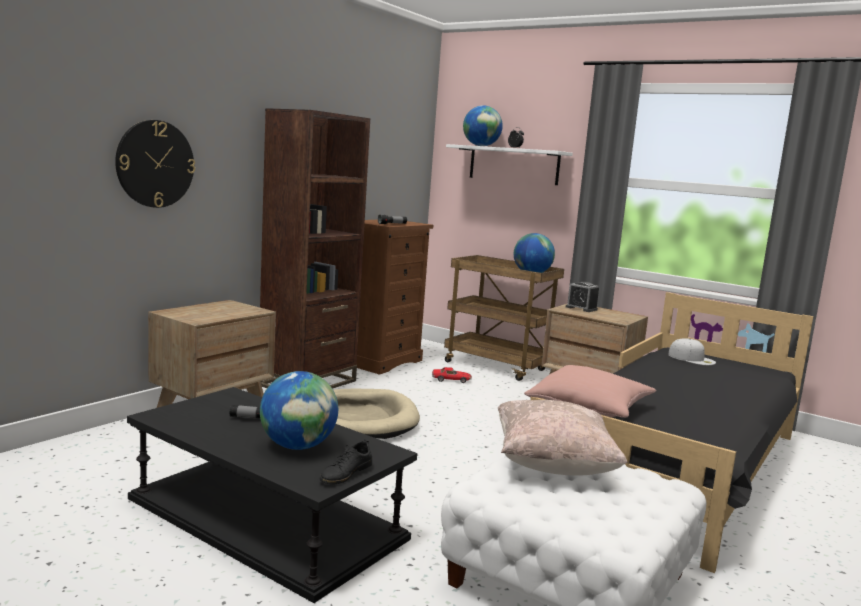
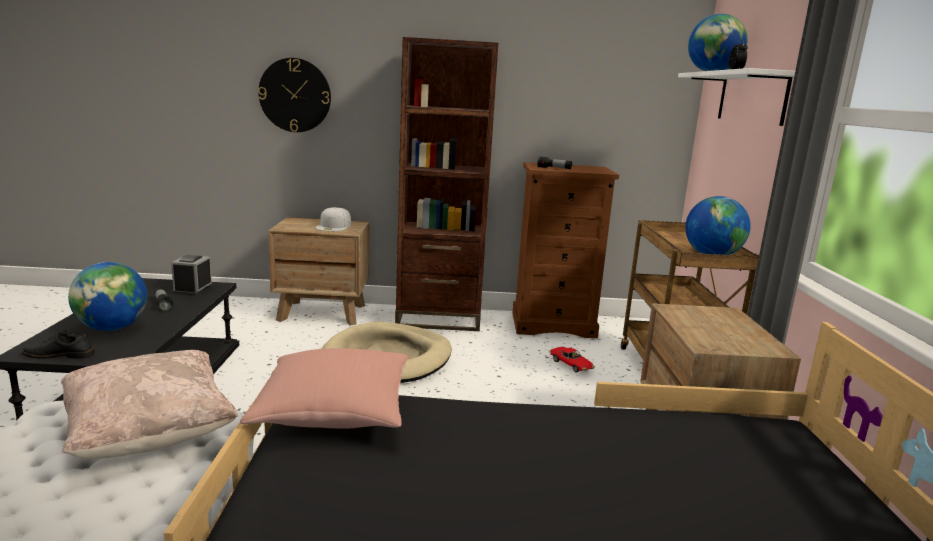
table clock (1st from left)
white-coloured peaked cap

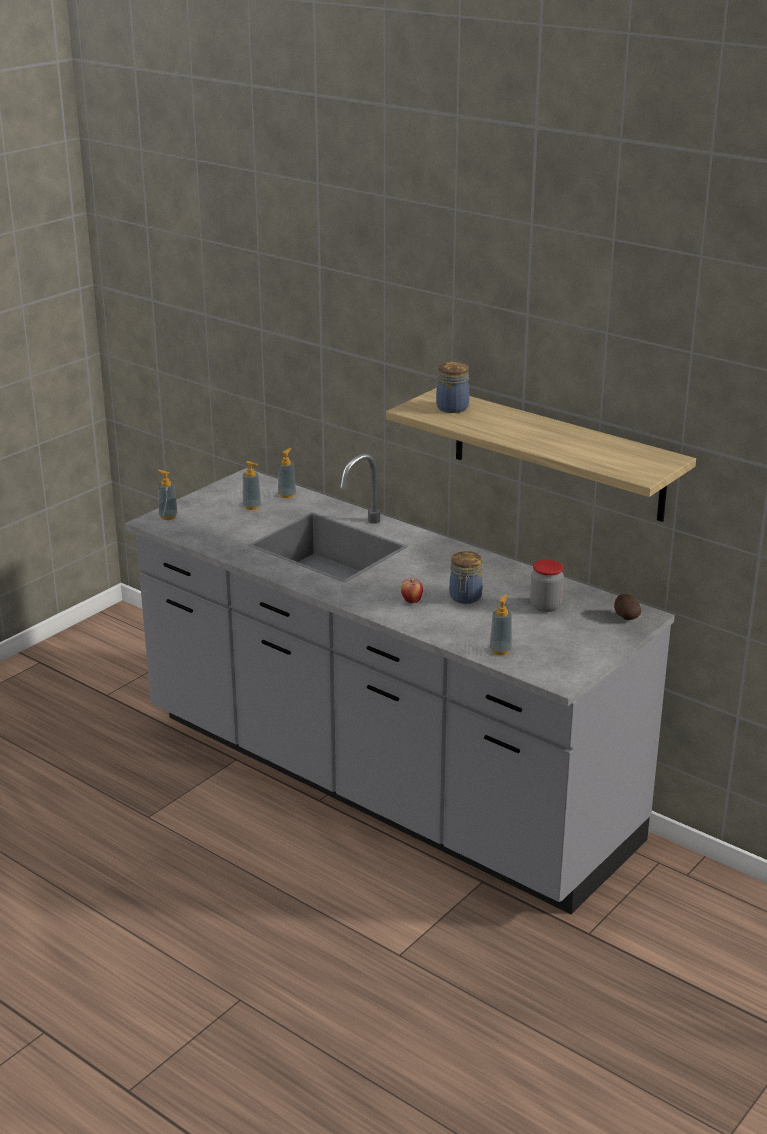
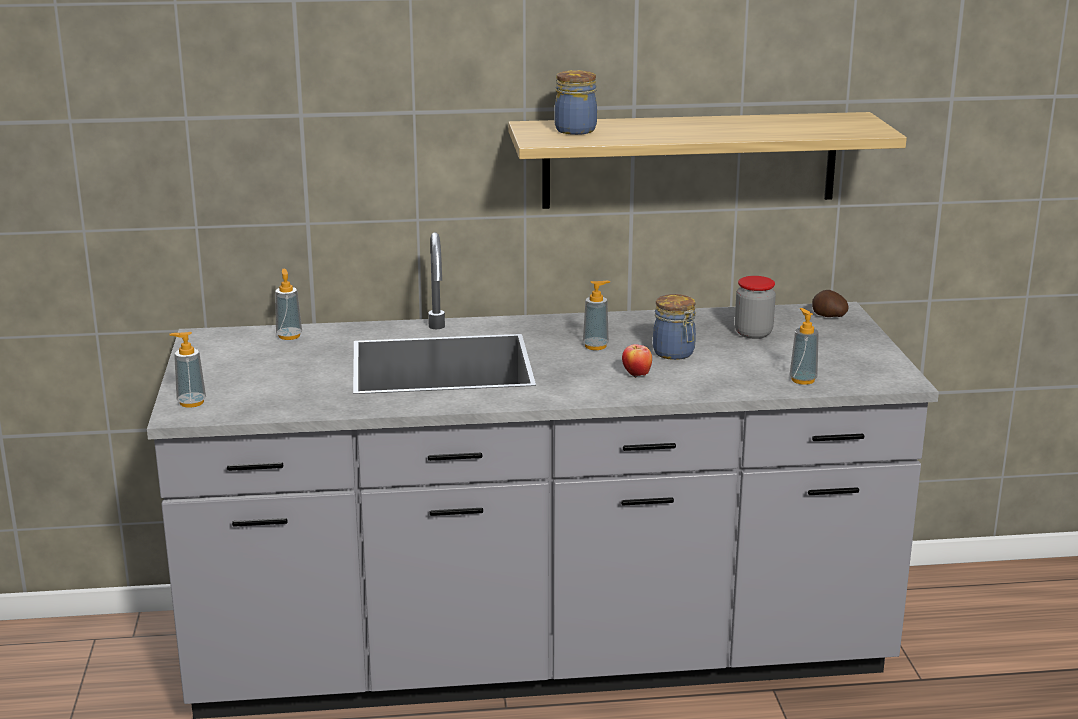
soap bottle (3rd from left)

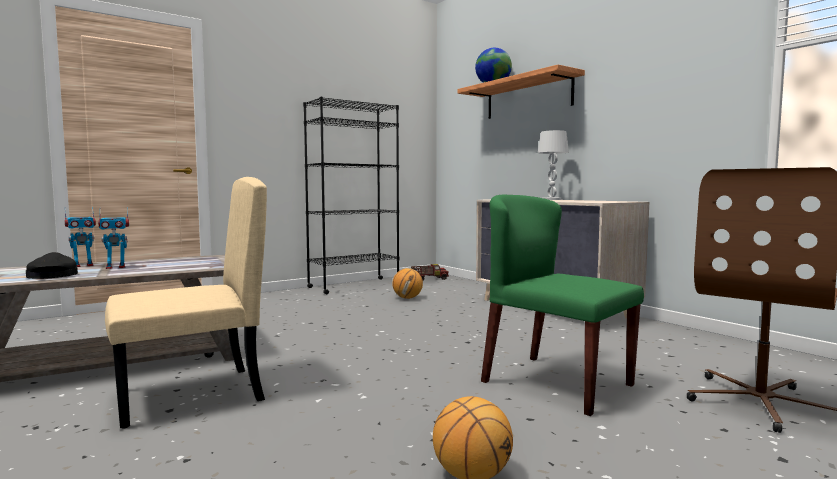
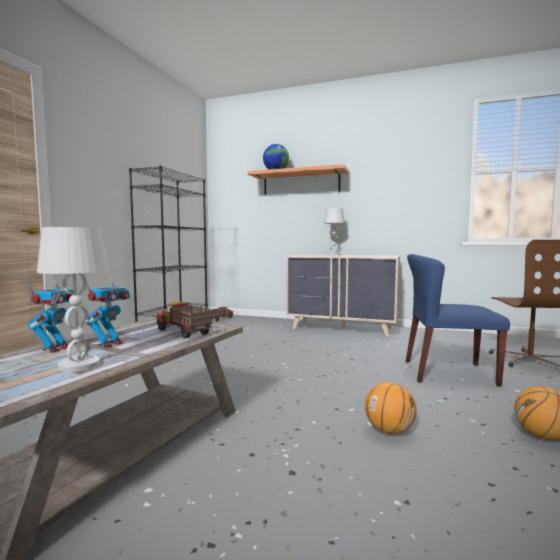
beige plain chair
model truck (1st from left)
basketball (1st from left)
white-coloured tabletop lamp (1st from left)
blue plain chair

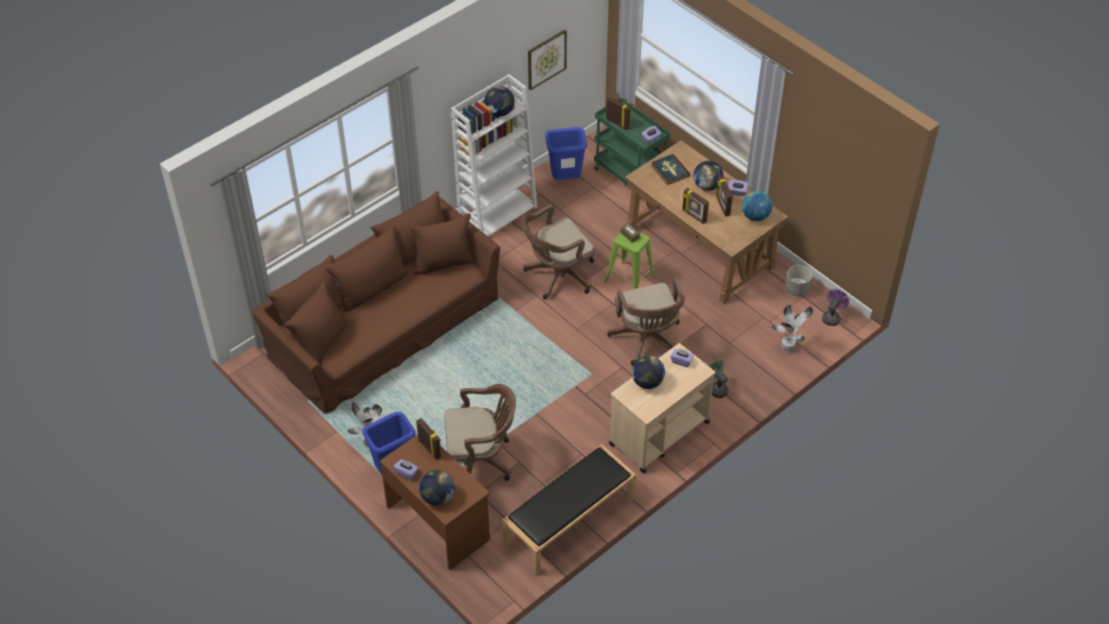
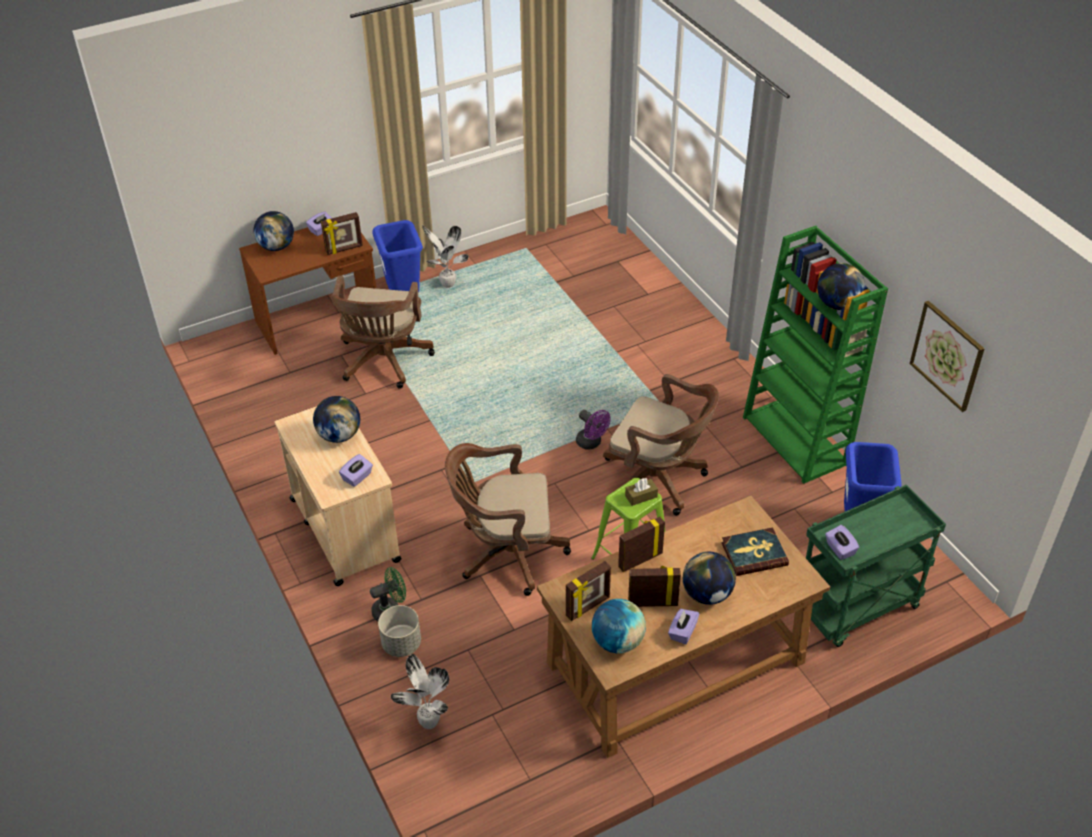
brown settee
black long seat
photo frame (2nd from left)
gray plant pot
purple electric fan
green-coloured shelving unit
brown desk chair (3rd from left)

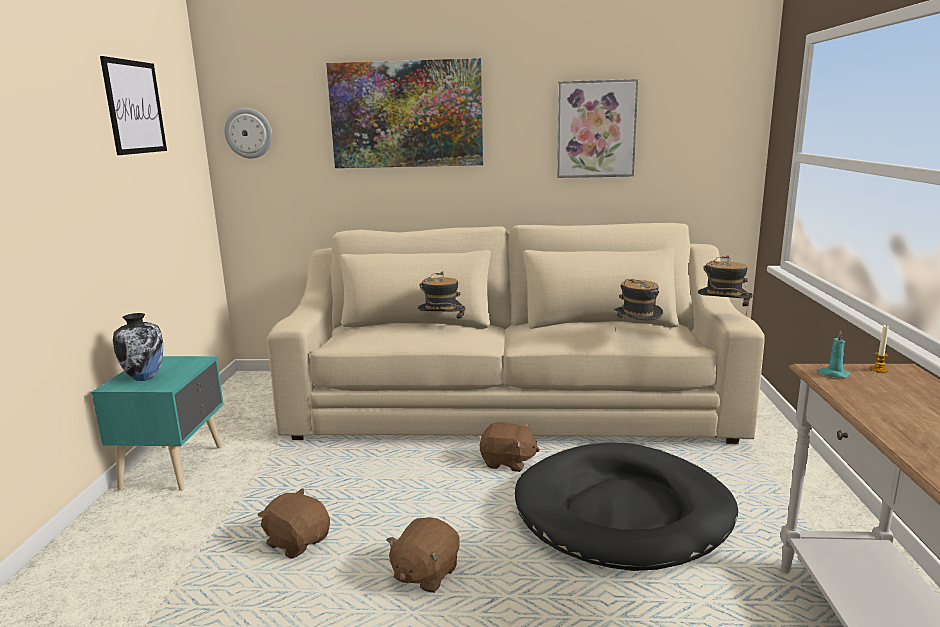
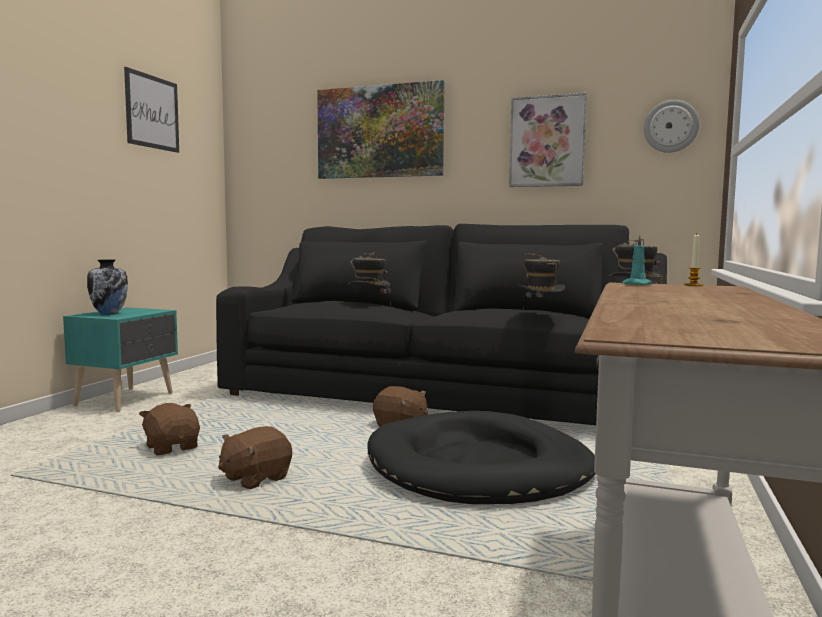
hanging clock
black settee

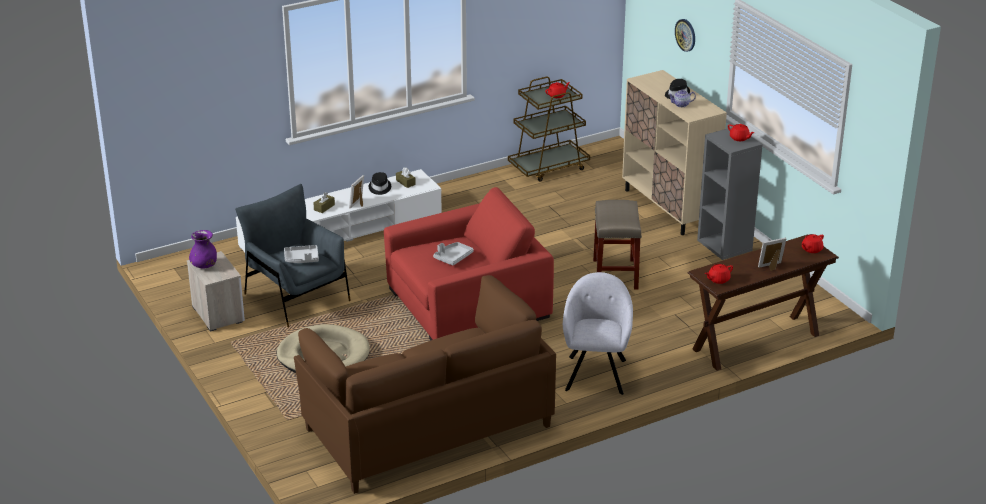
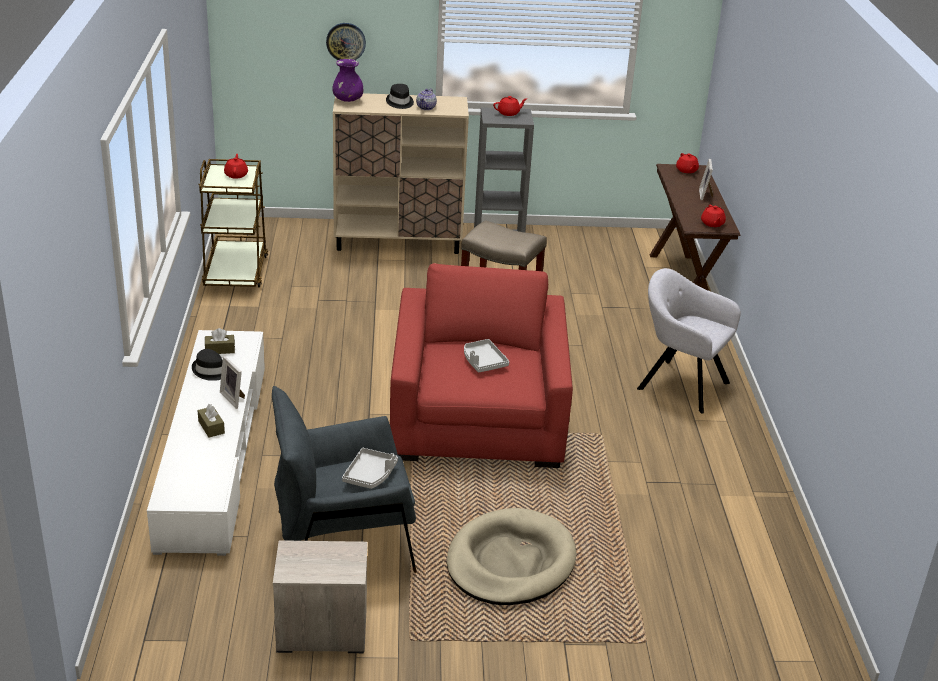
brown settee
purple decorative vase

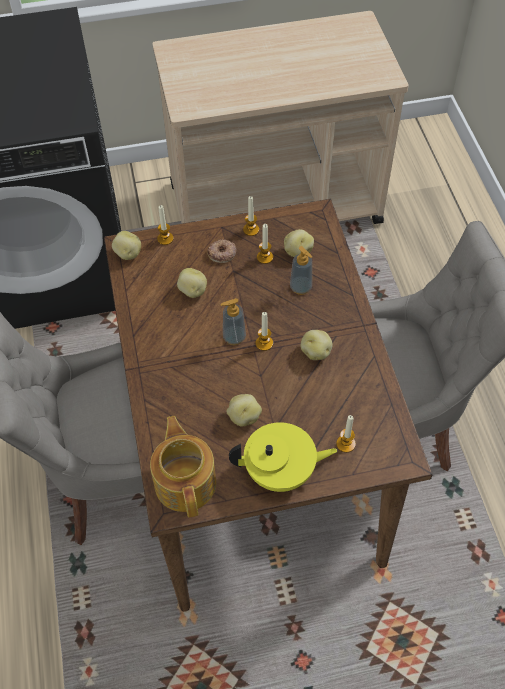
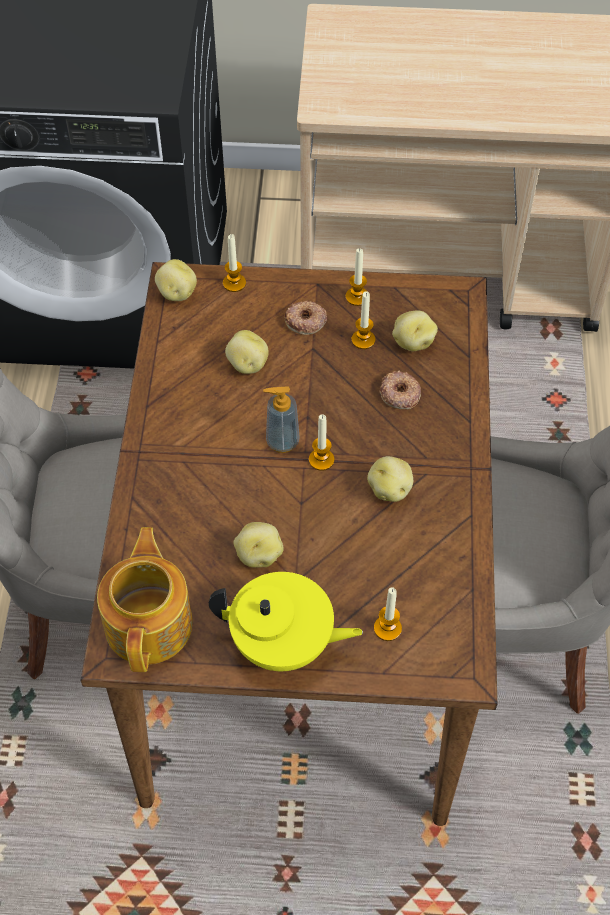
doughnut (2nd from left)

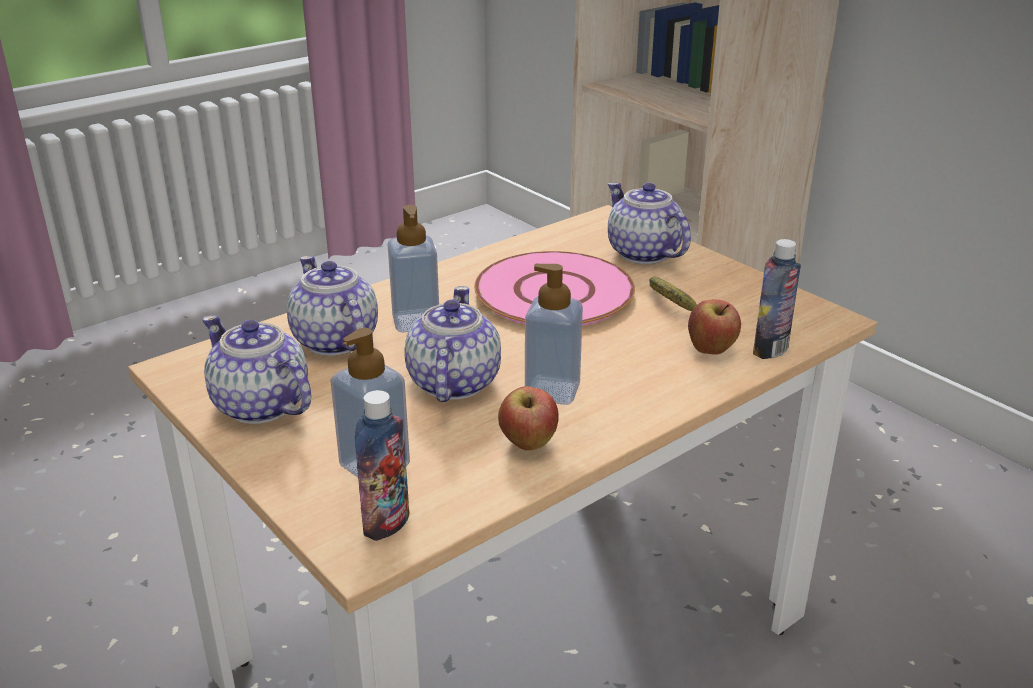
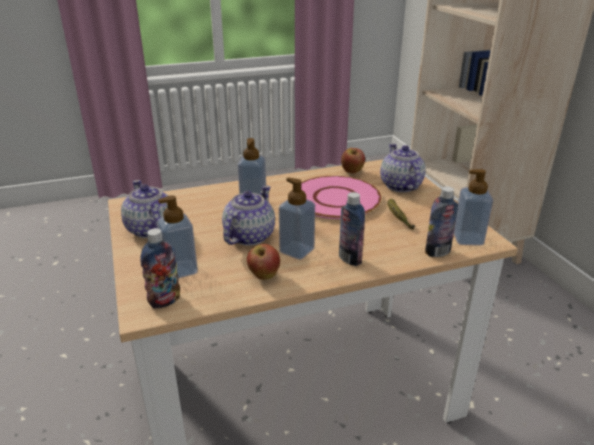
teapot (2nd from left in the first image)
bottle (2nd from left)
soap bottle (4th from left)
whole apple (2nd from left)

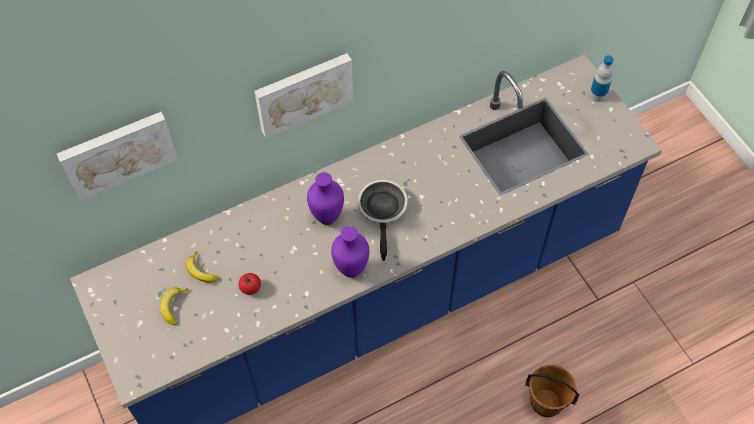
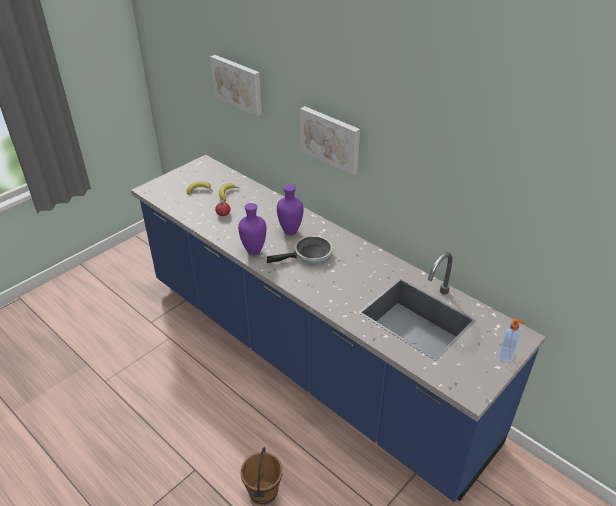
soap bottle

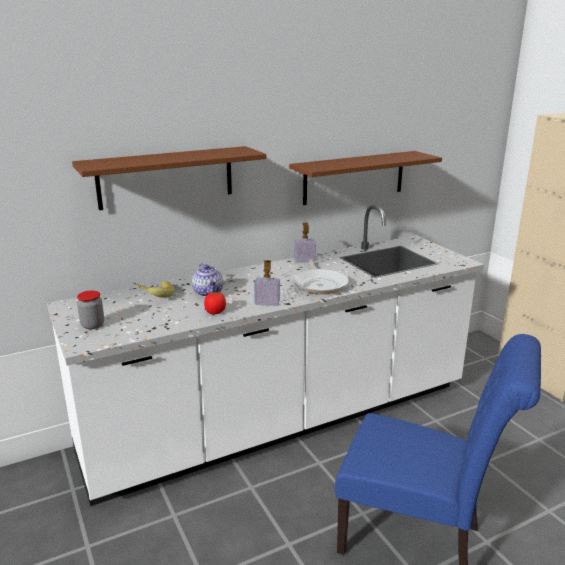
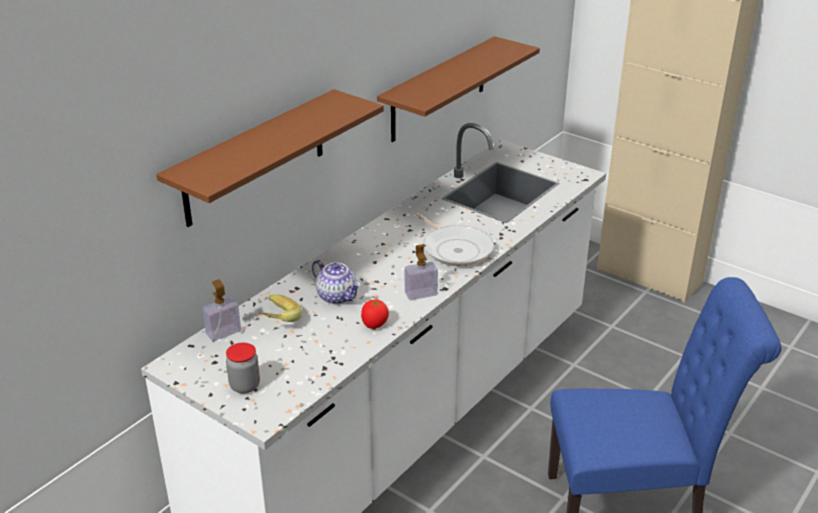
soap bottle (1st from left)

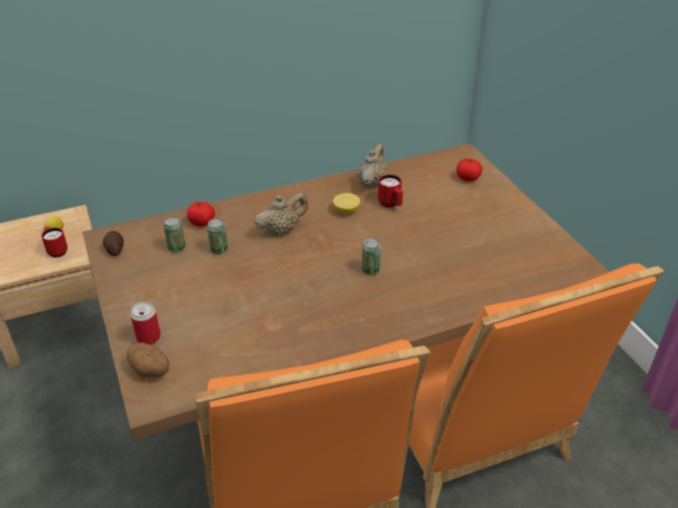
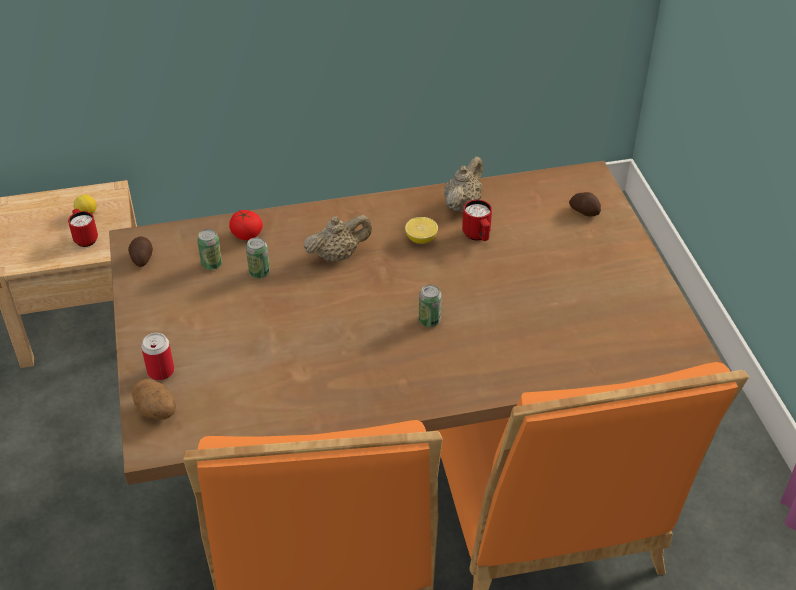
whole potato (3rd from left)

